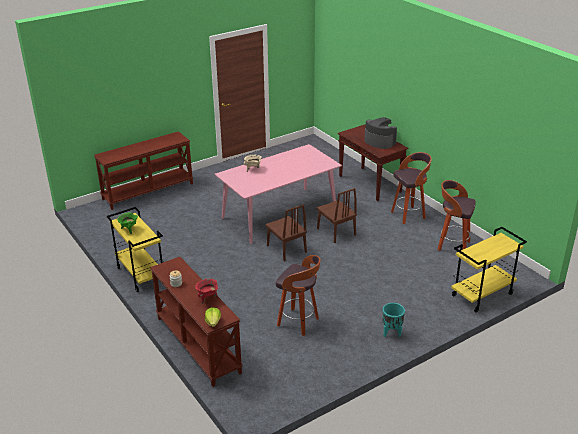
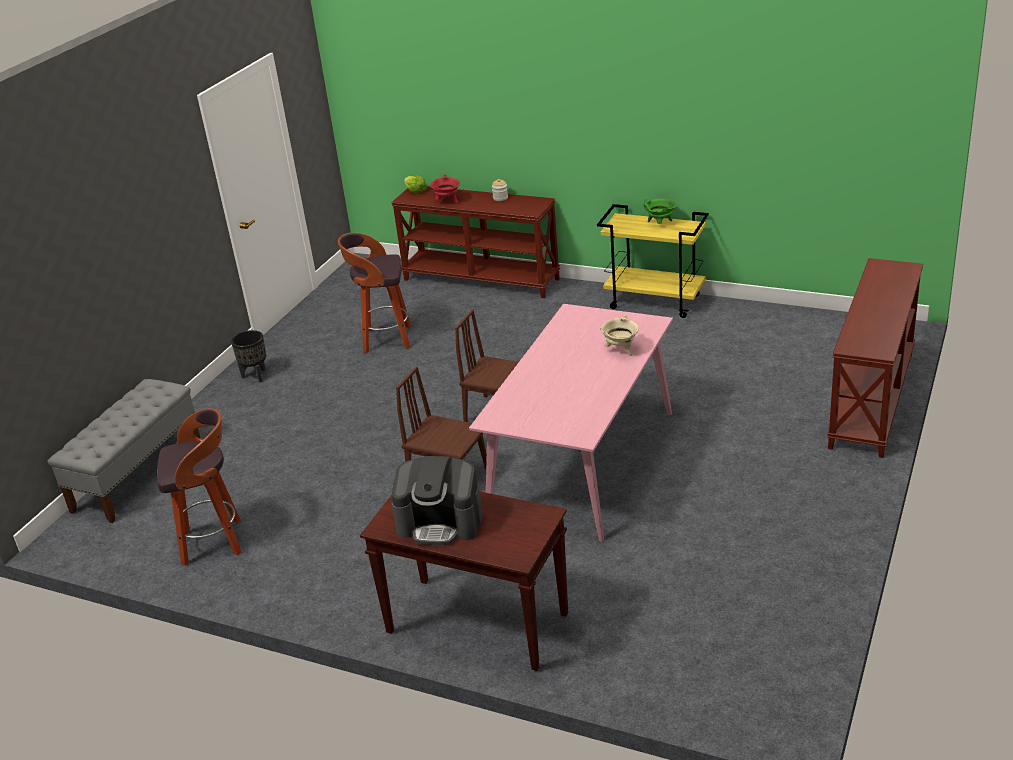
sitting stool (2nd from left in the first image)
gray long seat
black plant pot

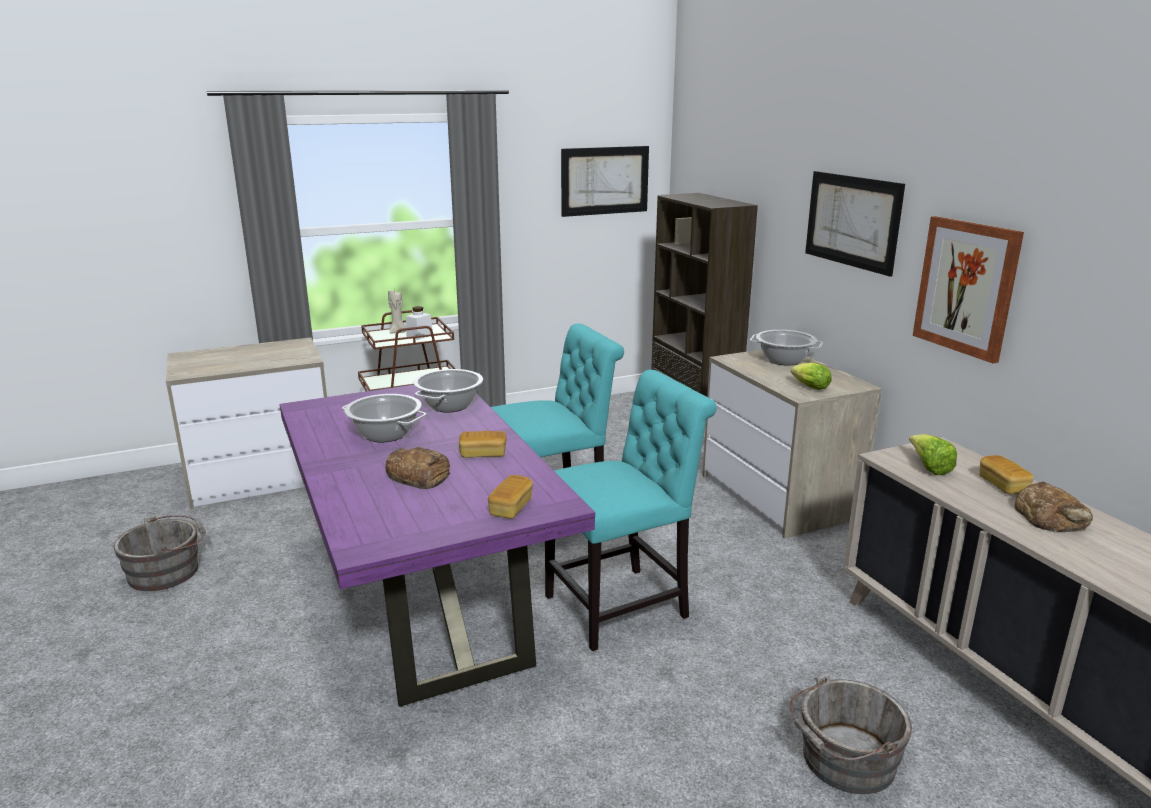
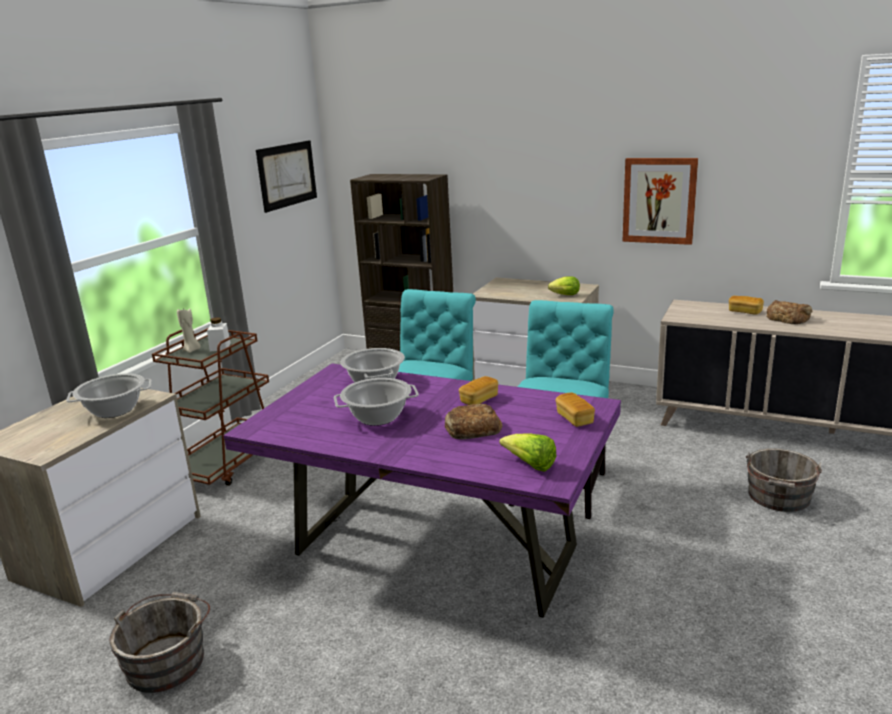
picture (2nd from left in the first image)
stockpot (1st from left)
lettuce (1st from left)

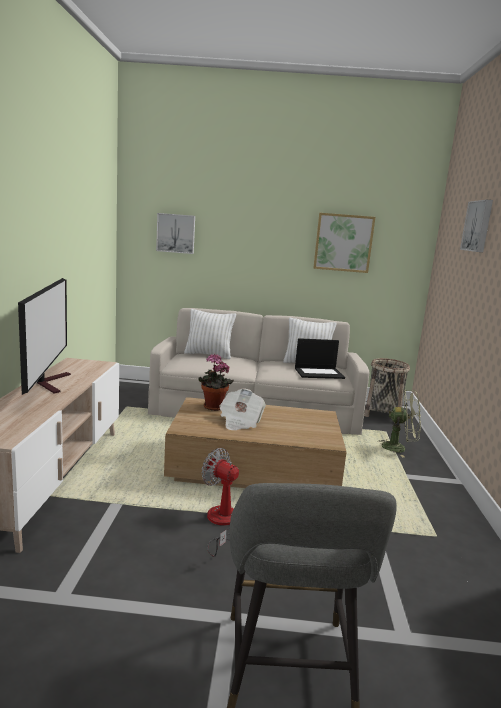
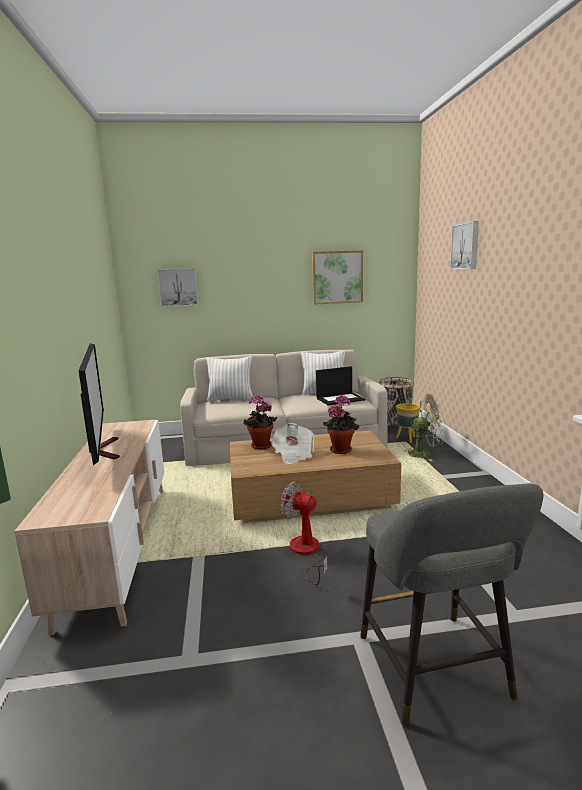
houseplant (2nd from left)
yellowish plant pot

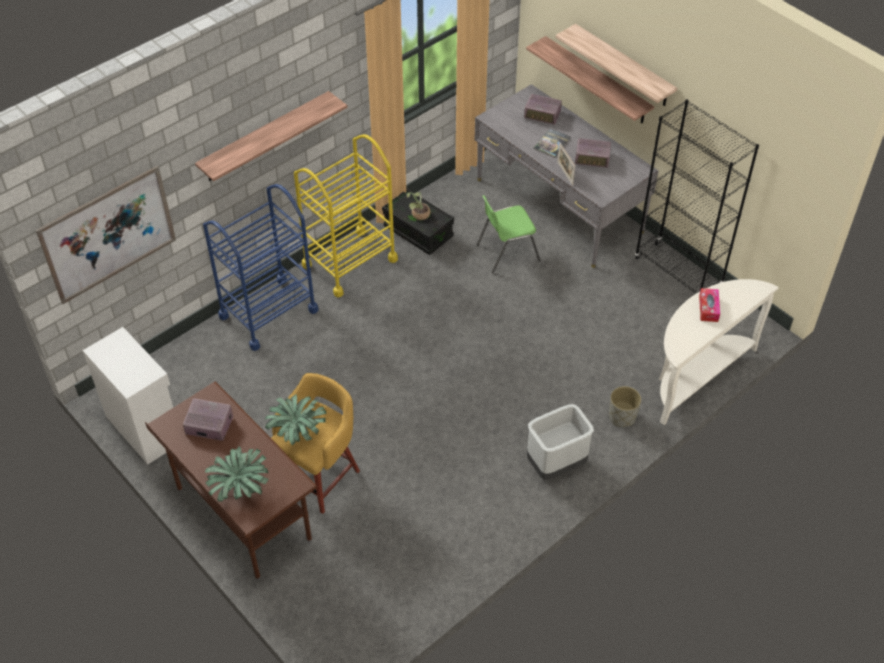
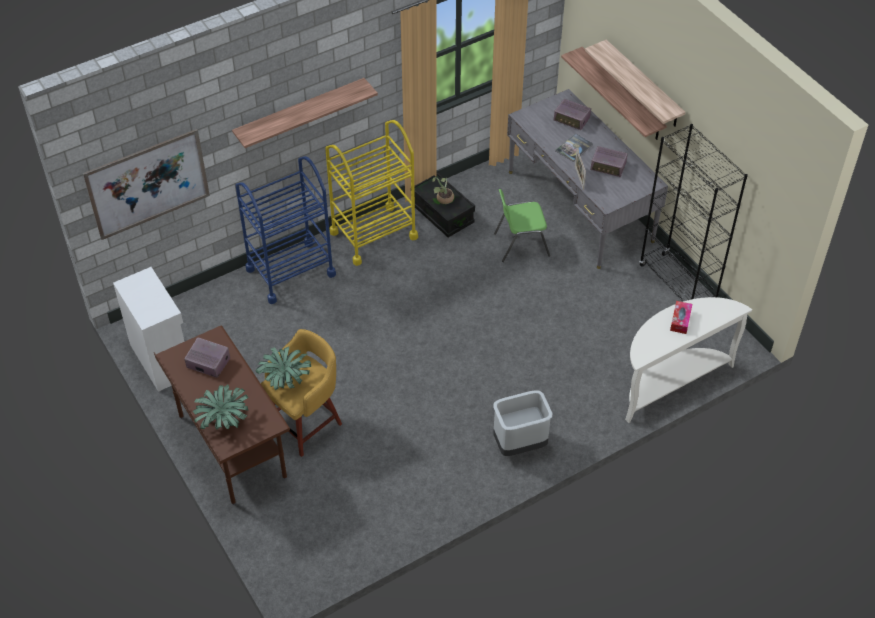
gray plant pot

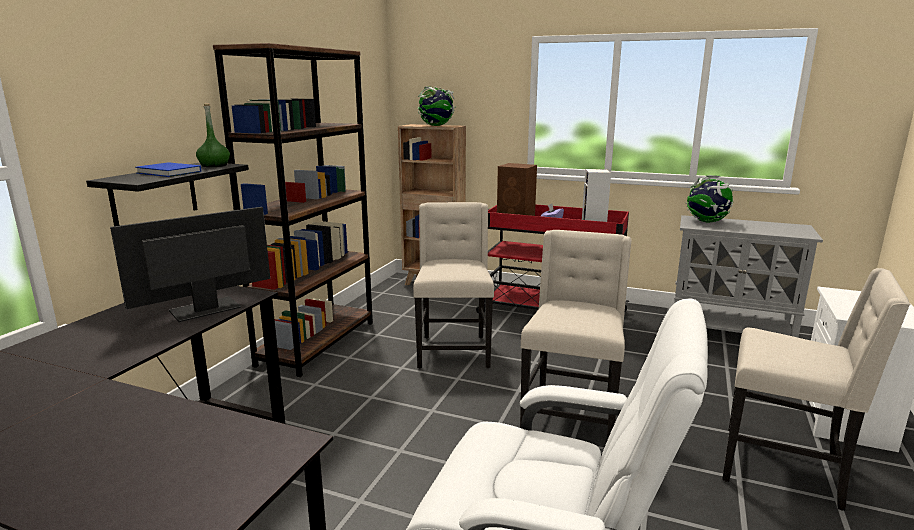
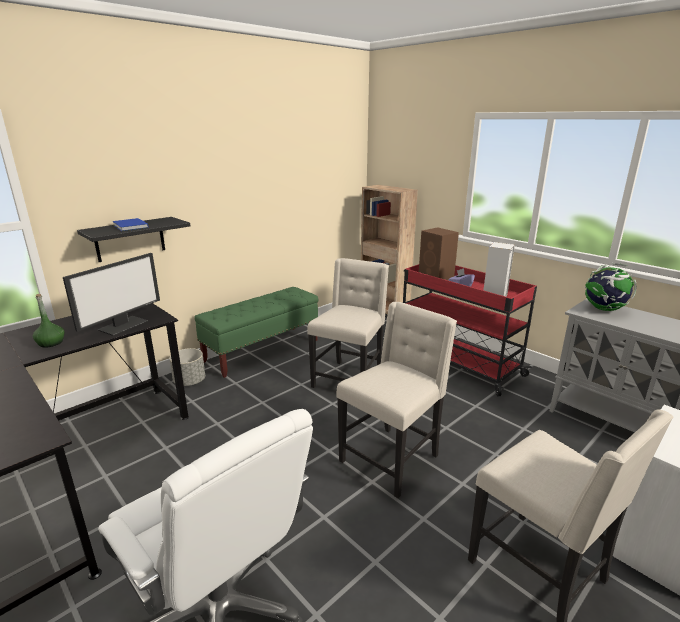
globe (1st from left in the first image)
gray plant pot
green-coloured bottle
green-coloured long seat
computer screen

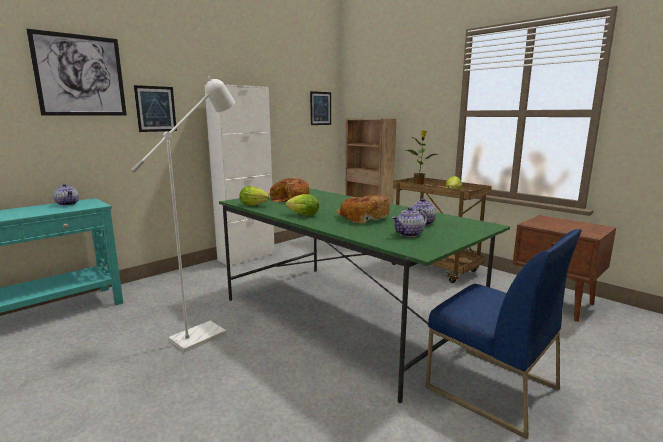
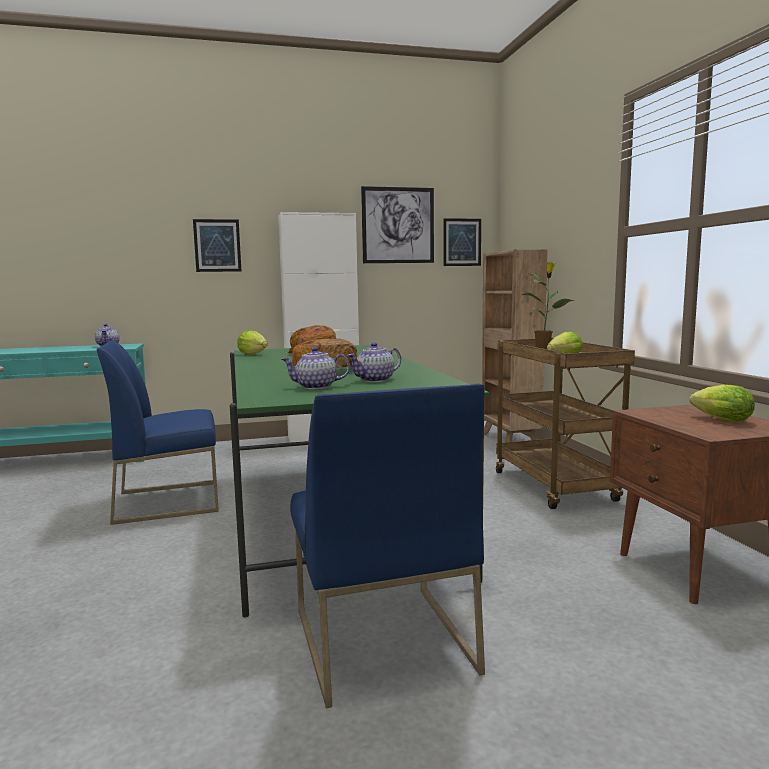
picture (2nd from left)
lettuce (3rd from left)
blue plain chair (1st from left)

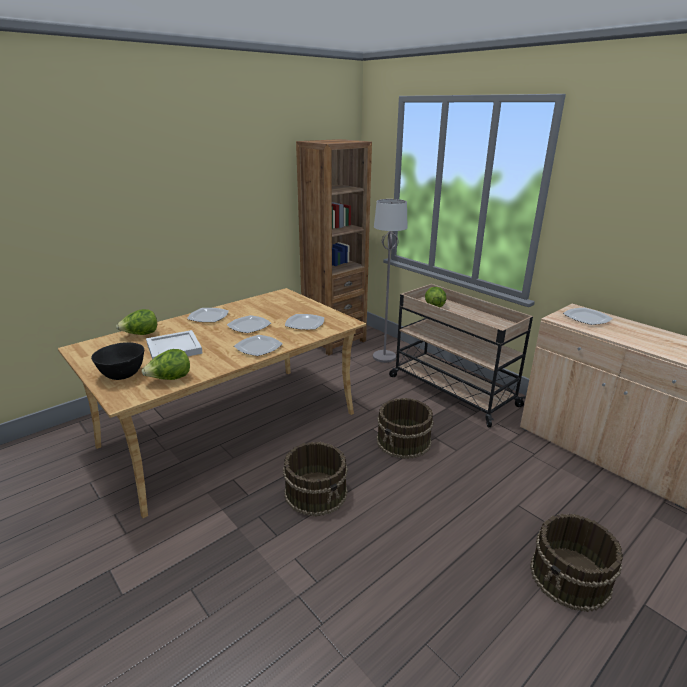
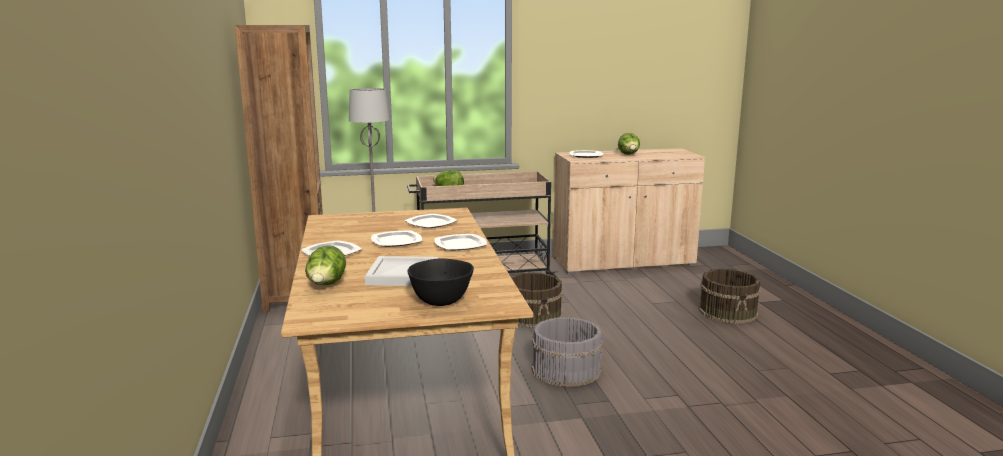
lettuce (3rd from left)
gray bucket

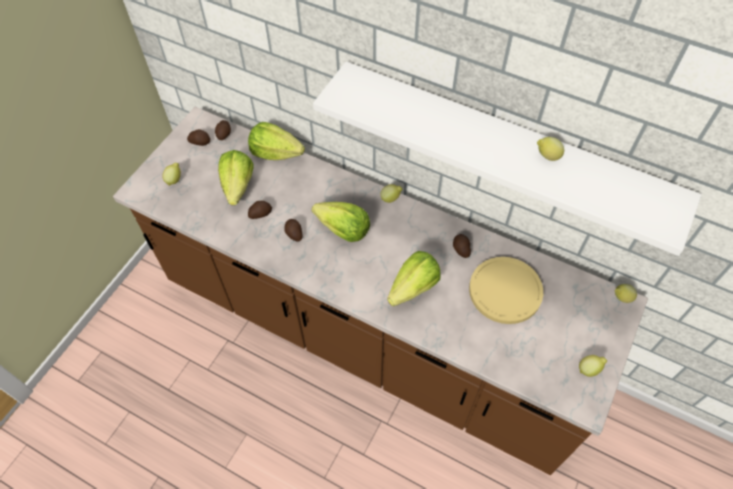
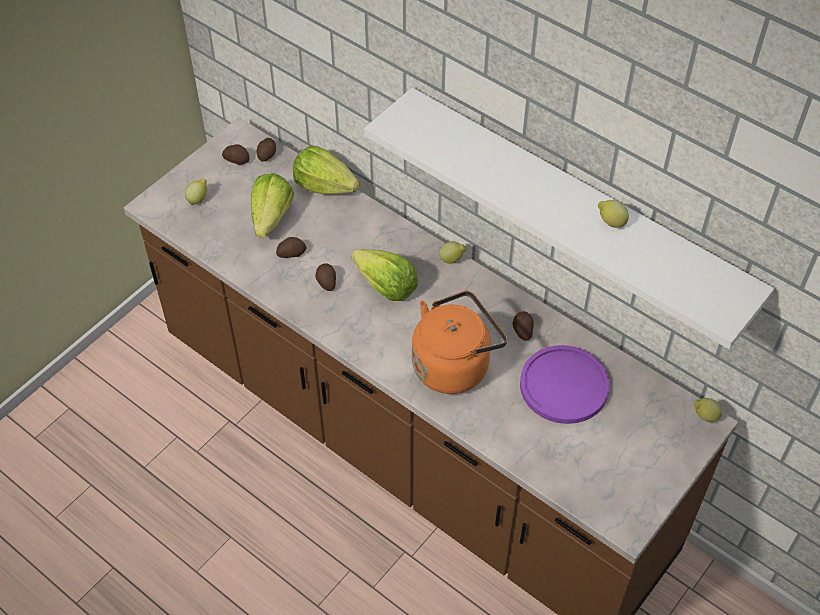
lemon (4th from left in the first image)
orangey tea kettle
purple plate

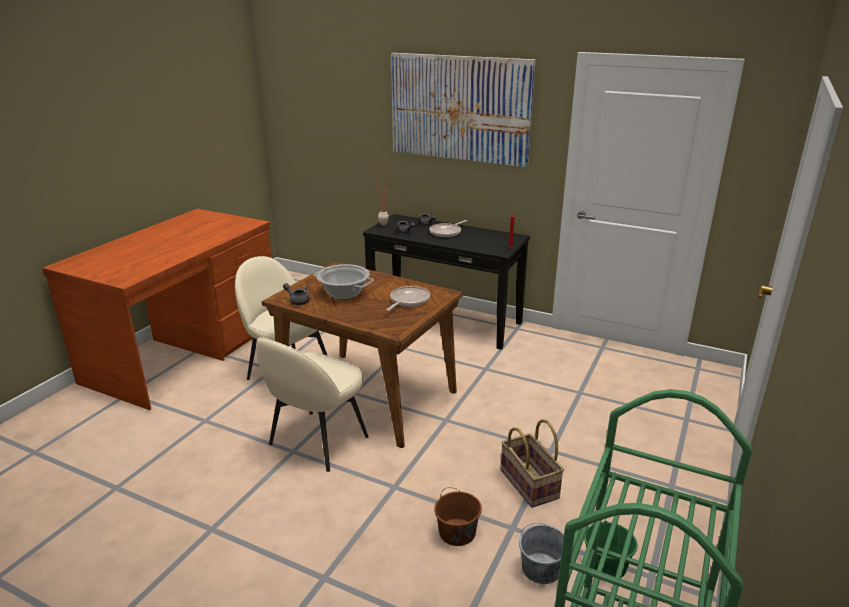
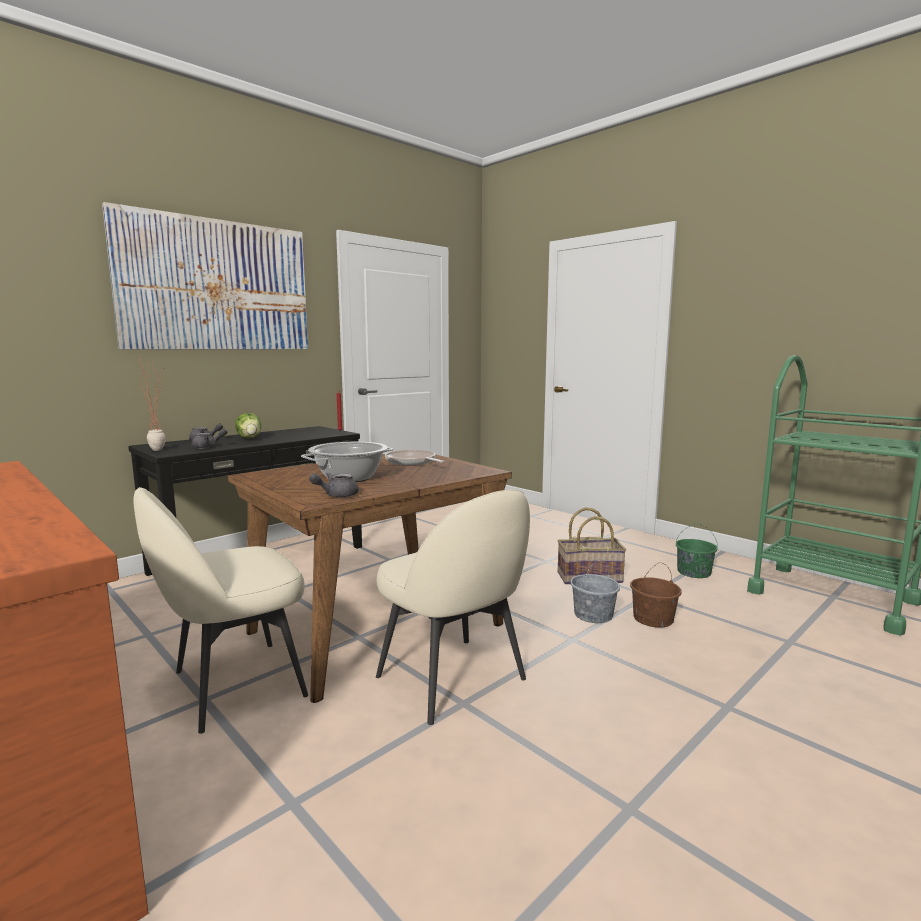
gray bucket
lettuce

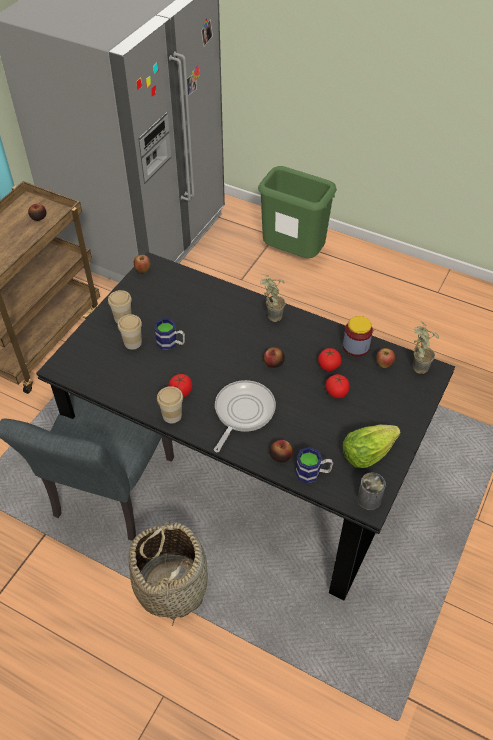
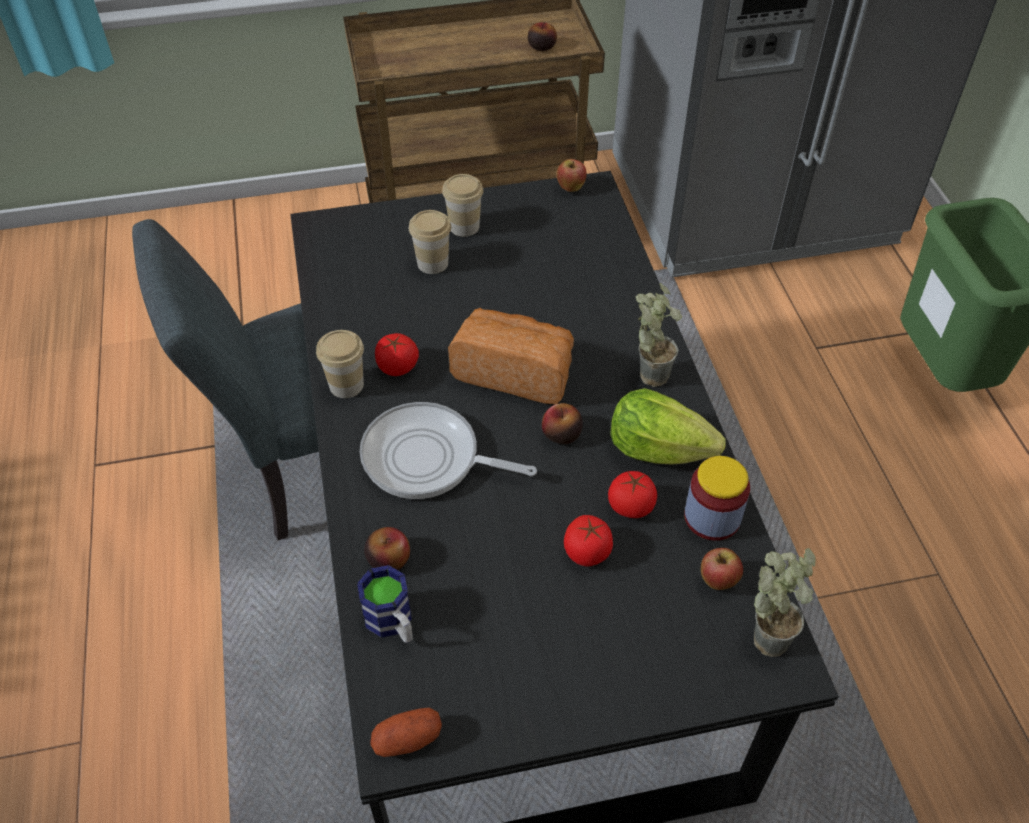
basket
tea mug (1st from left in the first image)
bakery bread
lettuce
whole potato
frying pan

